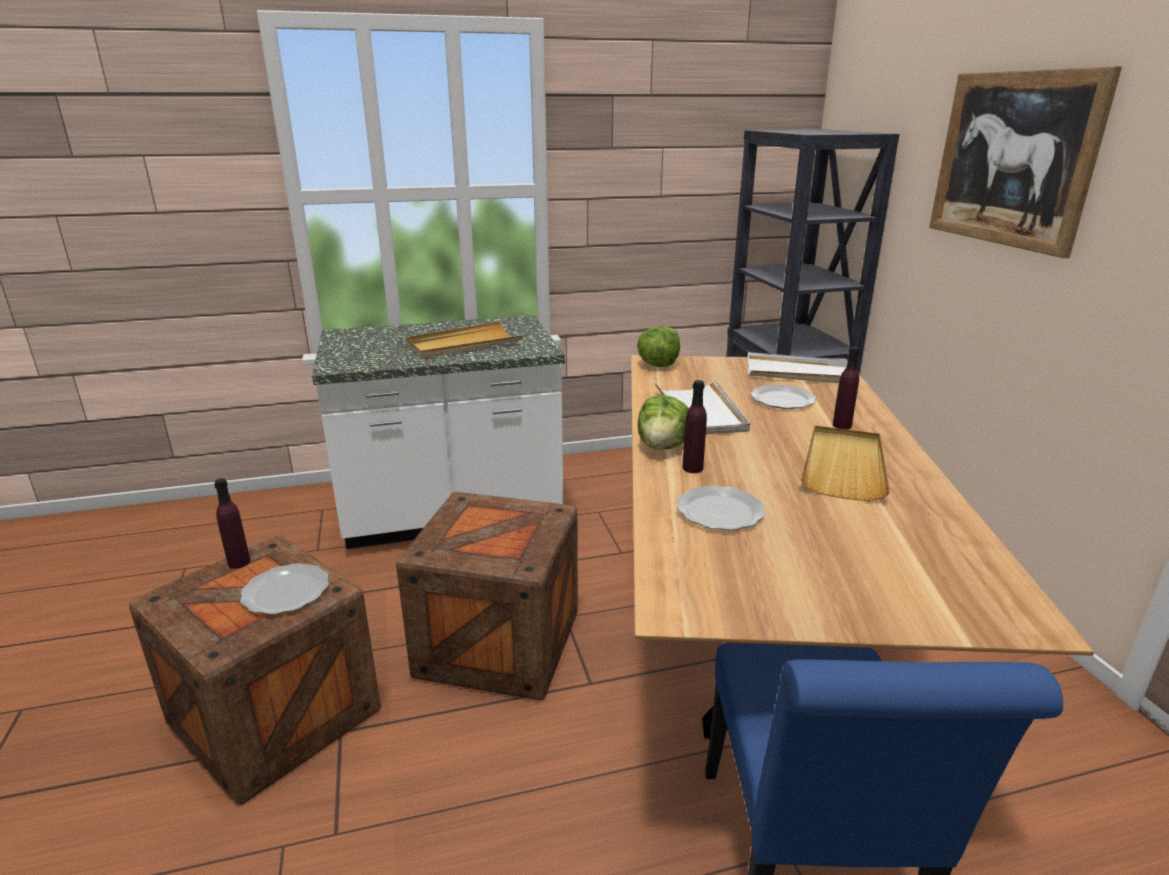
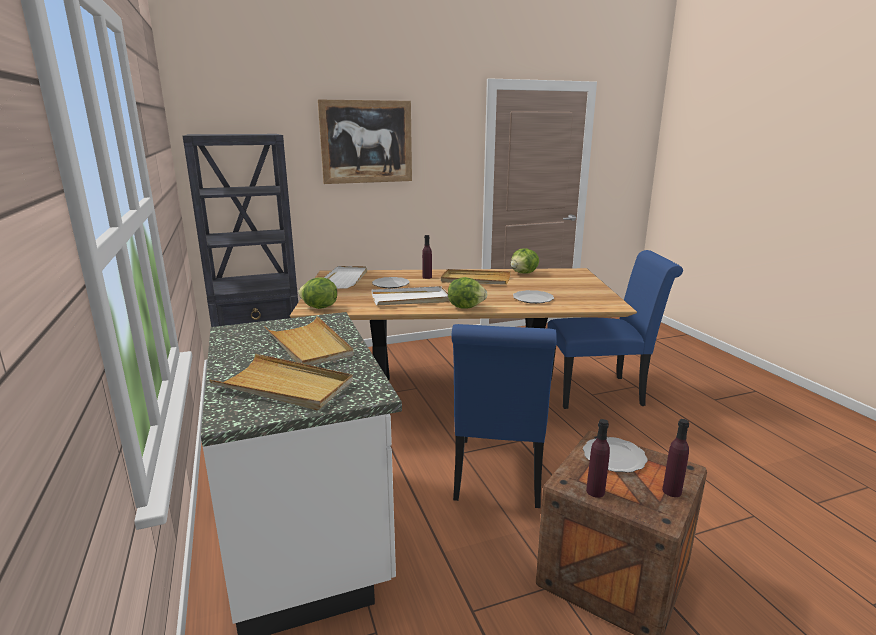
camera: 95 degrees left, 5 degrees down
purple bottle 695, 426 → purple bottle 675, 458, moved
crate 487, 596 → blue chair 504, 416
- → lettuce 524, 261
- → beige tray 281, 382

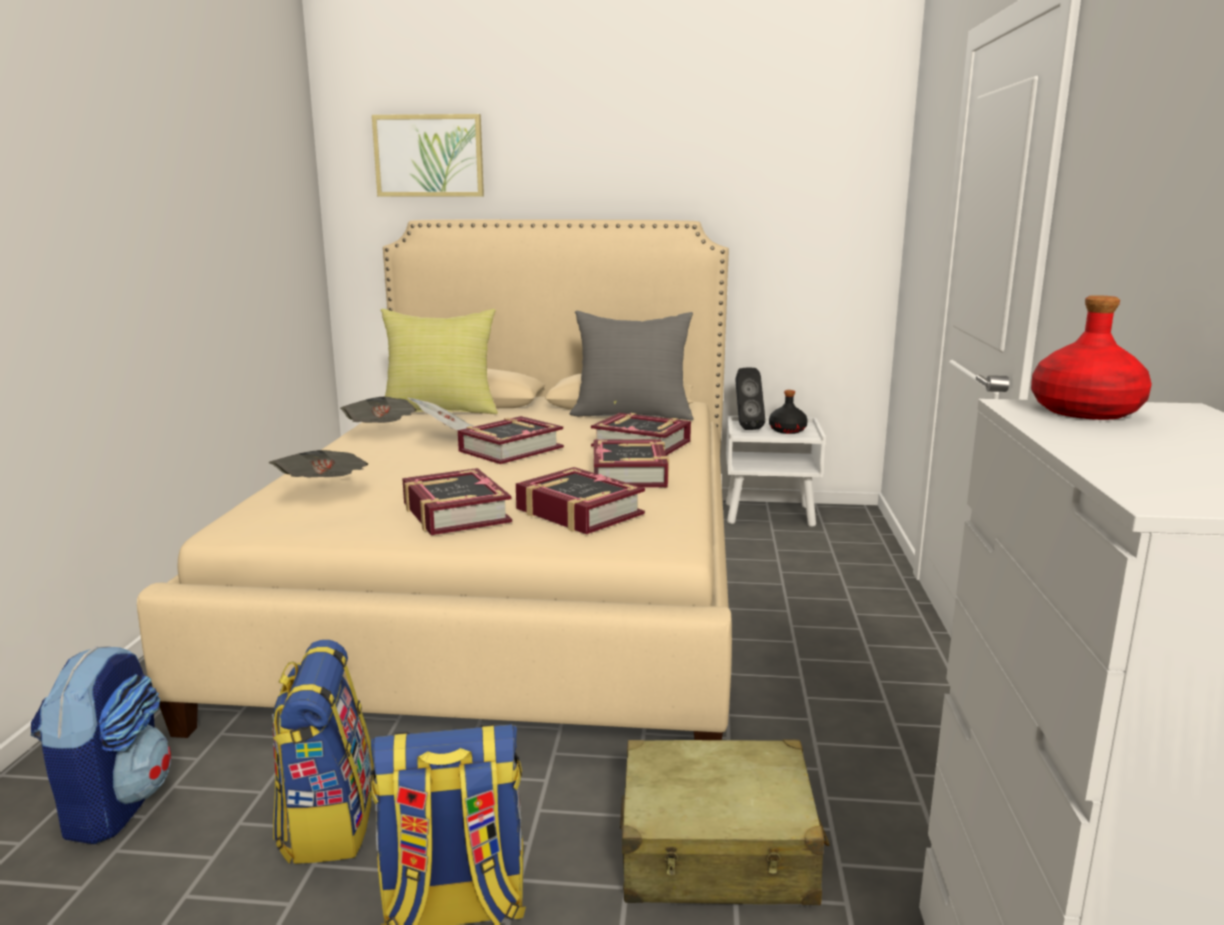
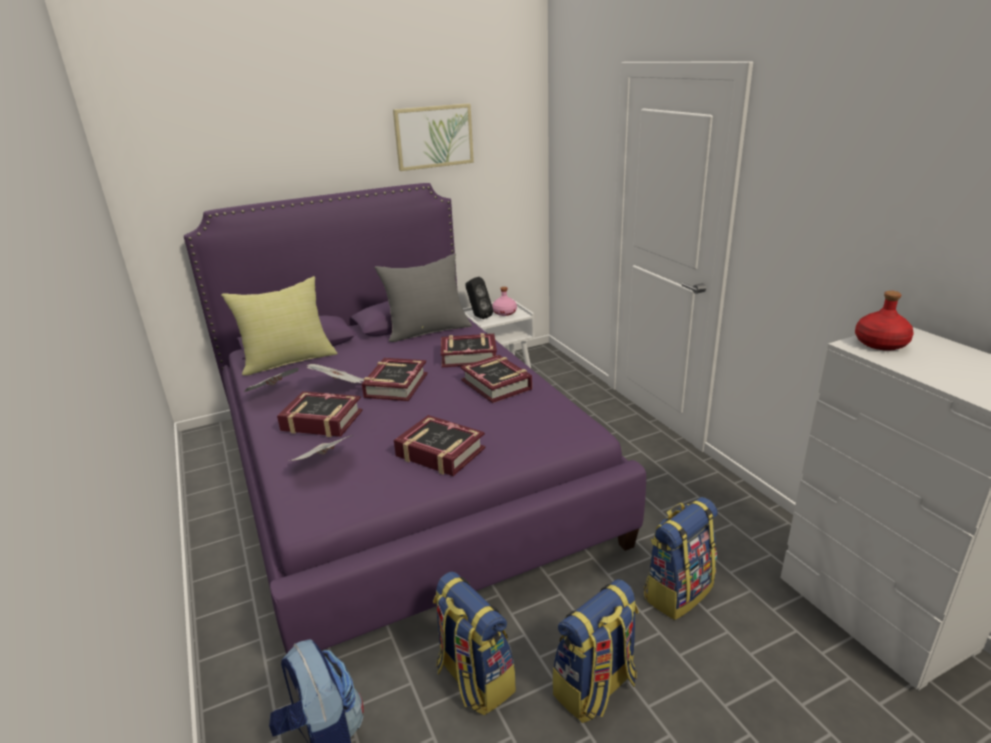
camera: 30 degrees left, 10 degrees up
picture 428, 155 → picture 433, 137, moved
beige bed 434, 479 → purple bed 415, 418
black bottle 788, 412 → pink bottle 504, 301
book 580, 500 → book 320, 414, moved
beige suitcase 725, 822 → backpack 680, 558

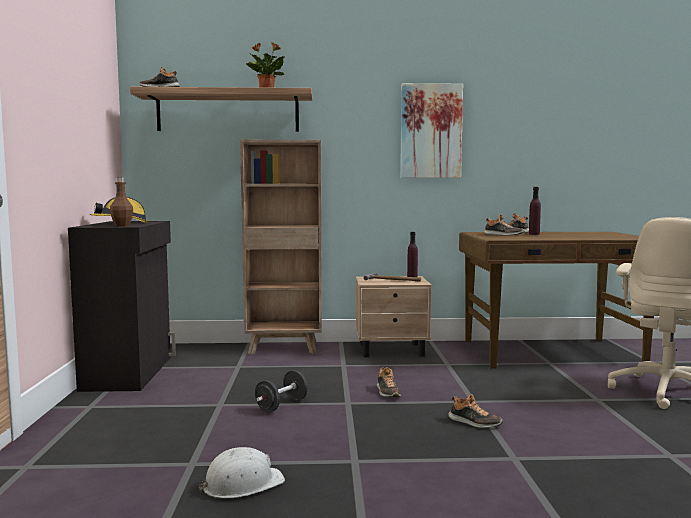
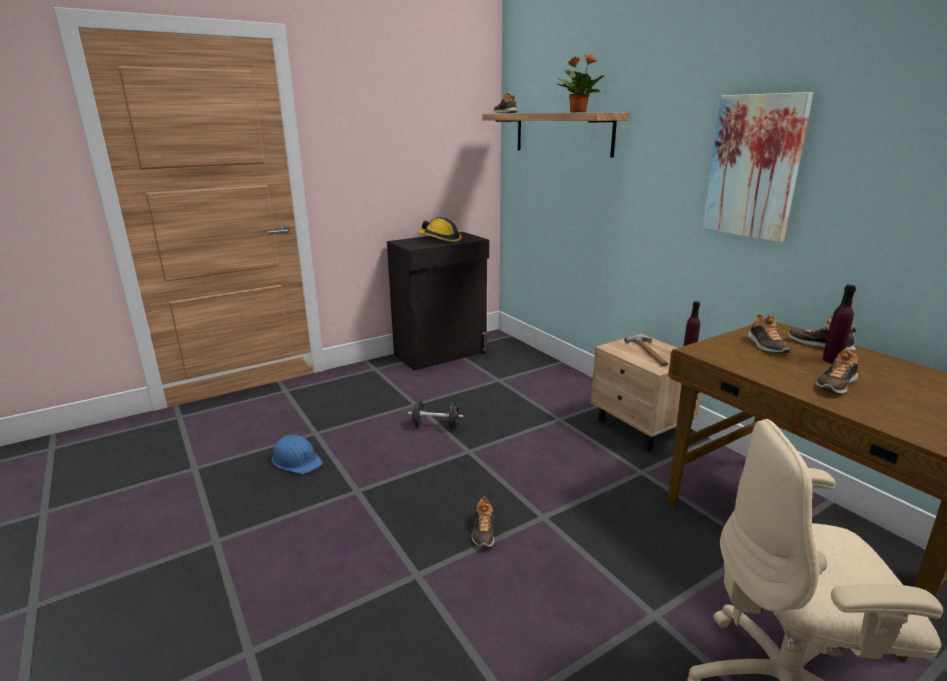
camera: 60 degrees right, 15 degrees up
brown bookcase 281, 247 → -
brown bottle 121, 202 → -
shoe 389, 382 → shoe 837, 371, moved
white hard hat 242, 473 → blue hard hat 297, 454

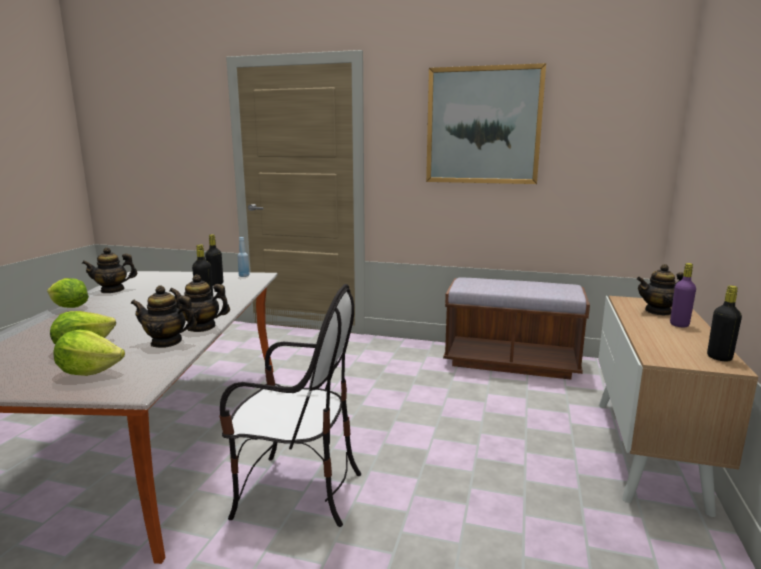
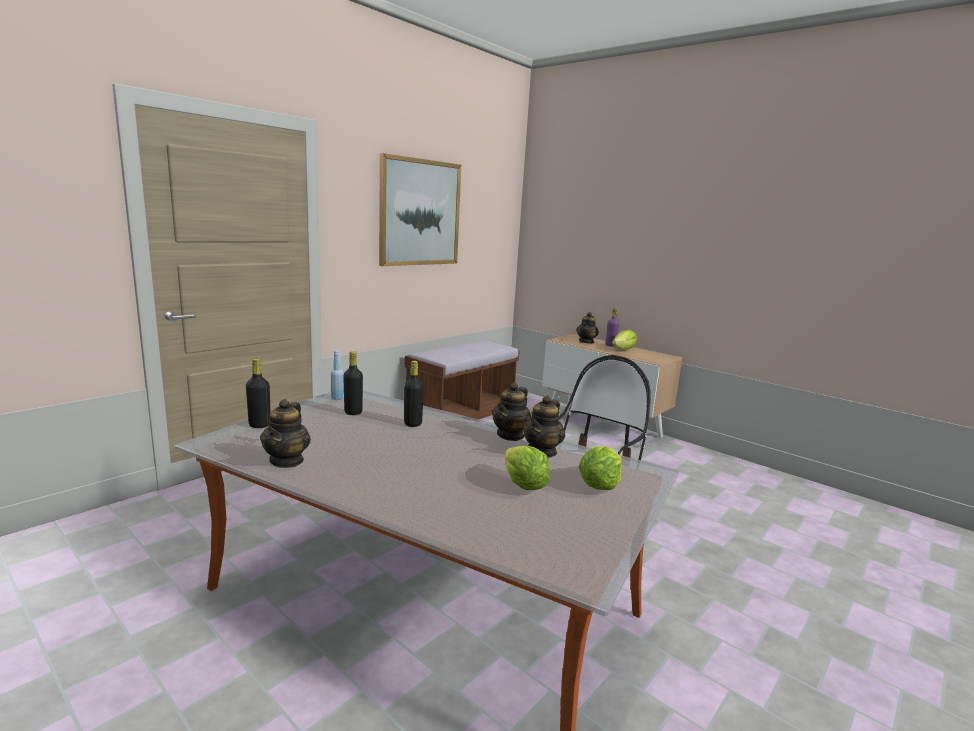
camera: 65 degrees left, 0 degrees up
lettuce 68, 293 → lettuce 624, 340, moved
black bottle 724, 323 → black bottle 258, 393, moved

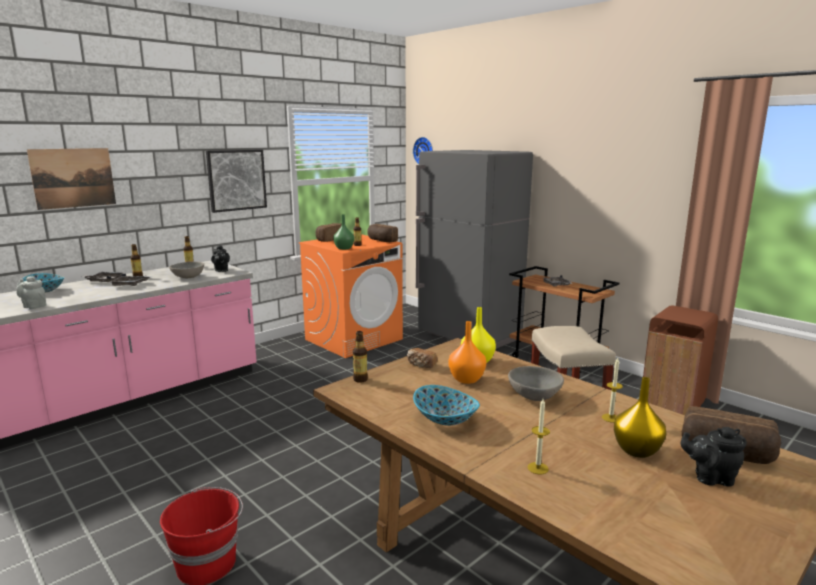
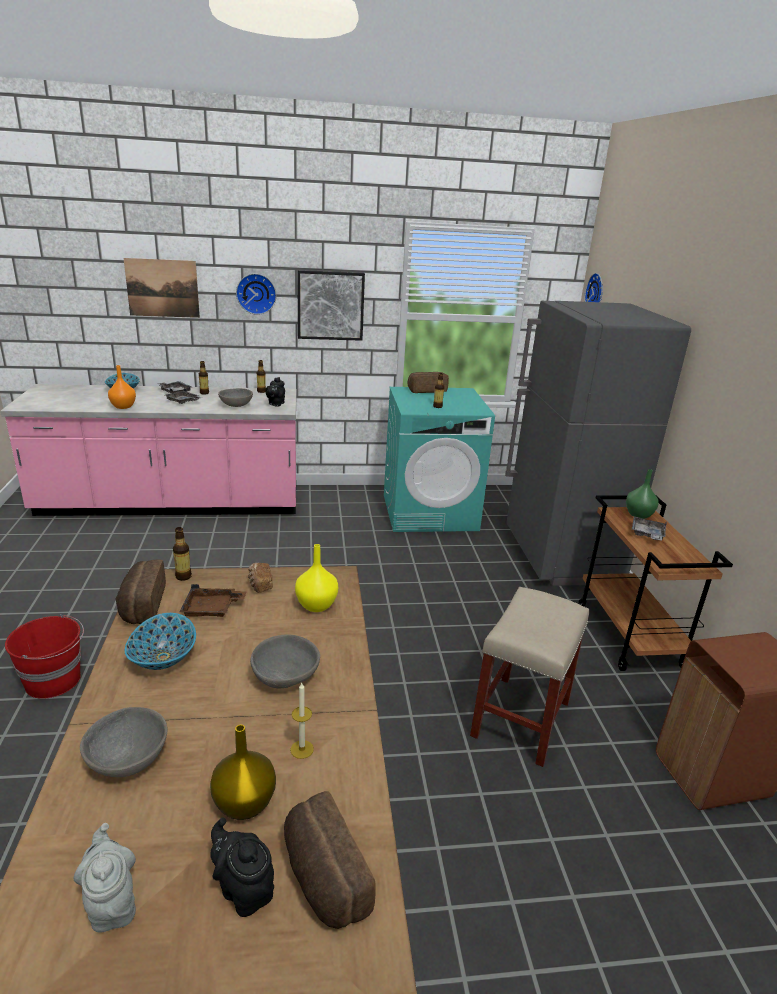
camera: 35 degrees right, 10 degrees up
green vase 344, 232 → green vase 642, 494, moved
bread 382, 233 → bread 141, 592, moved
orange washing machine 351, 296 → turquoise washing machine 439, 459
grey teapot 31, 292 → grey teapot 105, 877, moved
orange vase 467, 352 → orange vase 122, 387, moved
candle 539, 436 → grey bowl 124, 742
- → wall clock 256, 294
- → brown tray 213, 600

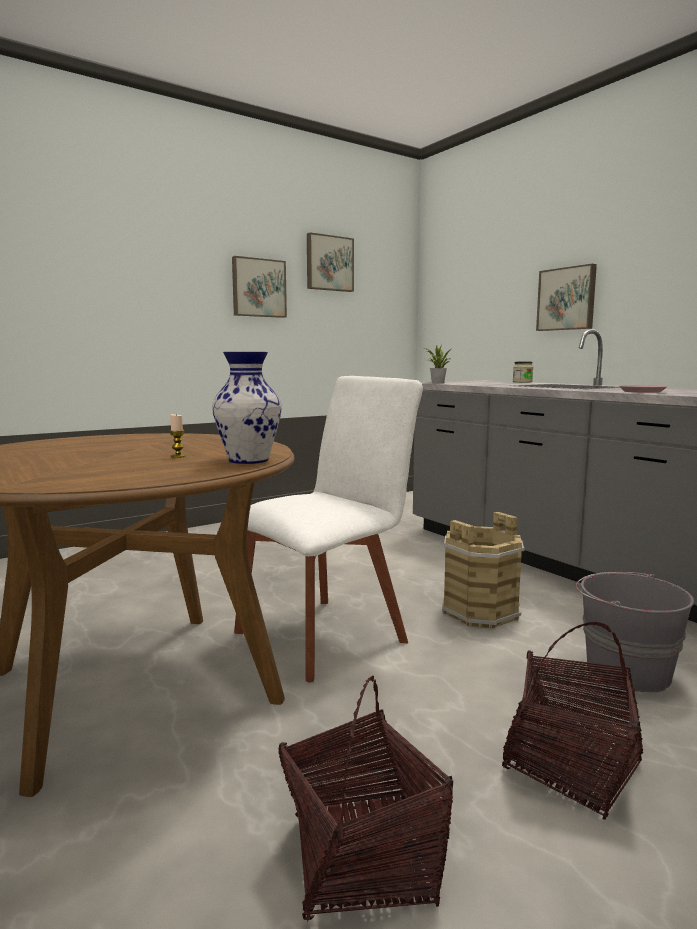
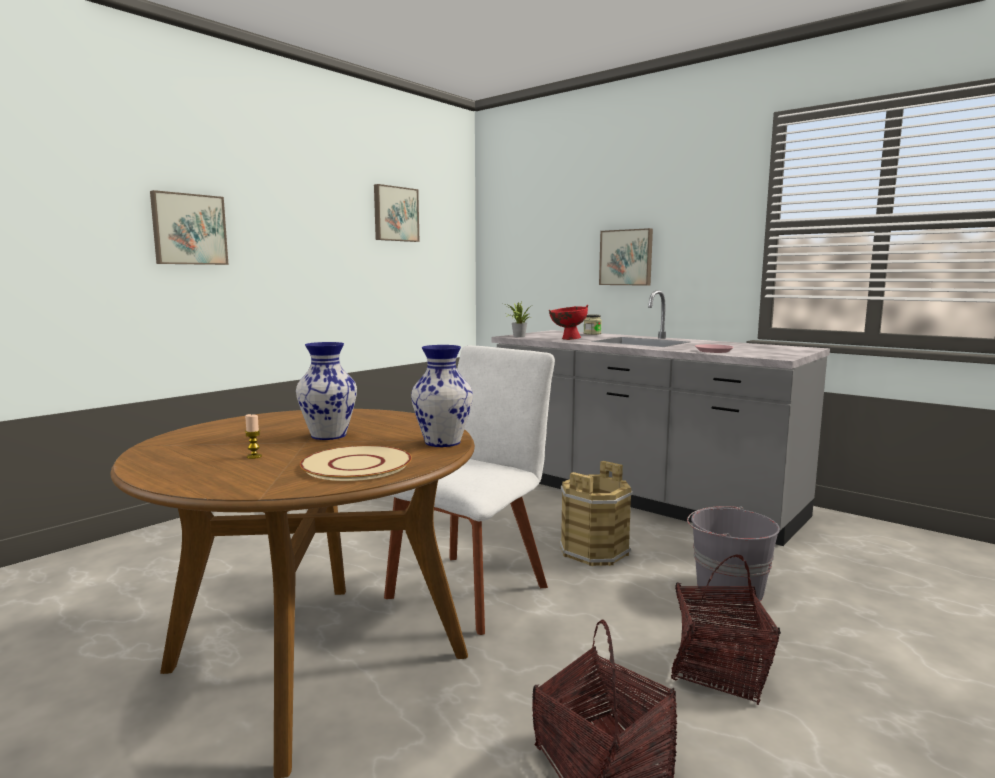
camera: 15 degrees left, 0 degrees up
picture 259, 287 → picture 189, 227, moved
candle 177, 436 → candle 253, 436, moved
- → red bowl 568, 322
- → vase 326, 391
- → beige plate 356, 463

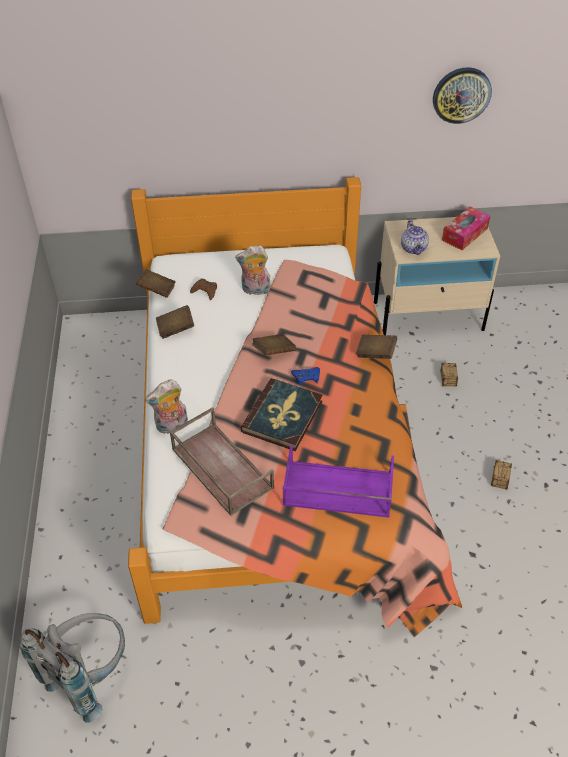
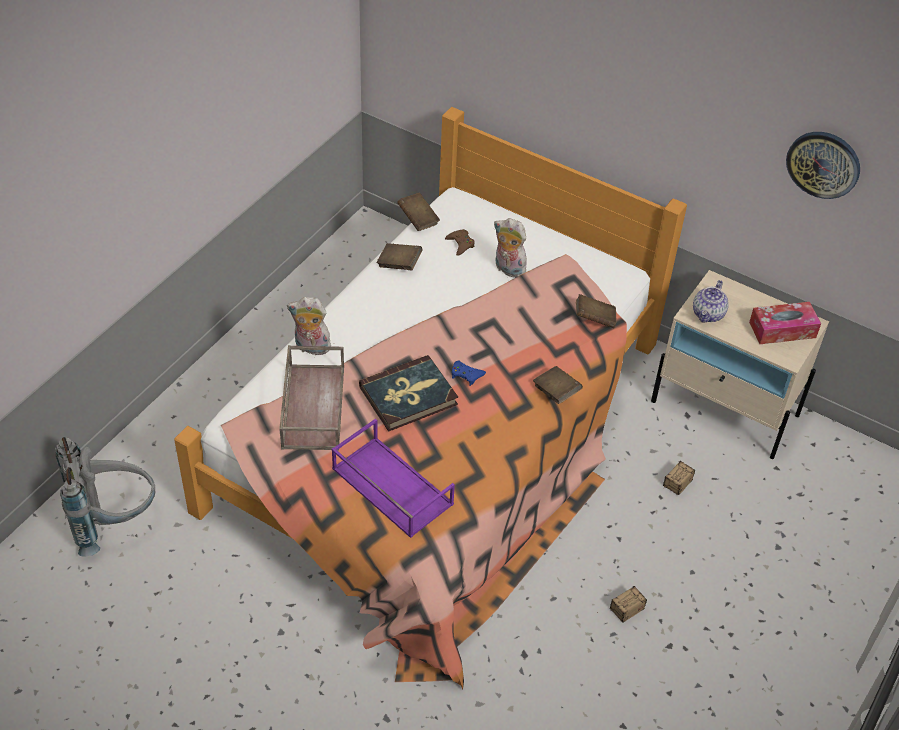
camera: 35 degrees right, 0 degrees up
brown book 274, 345 → brown book 596, 311, moved

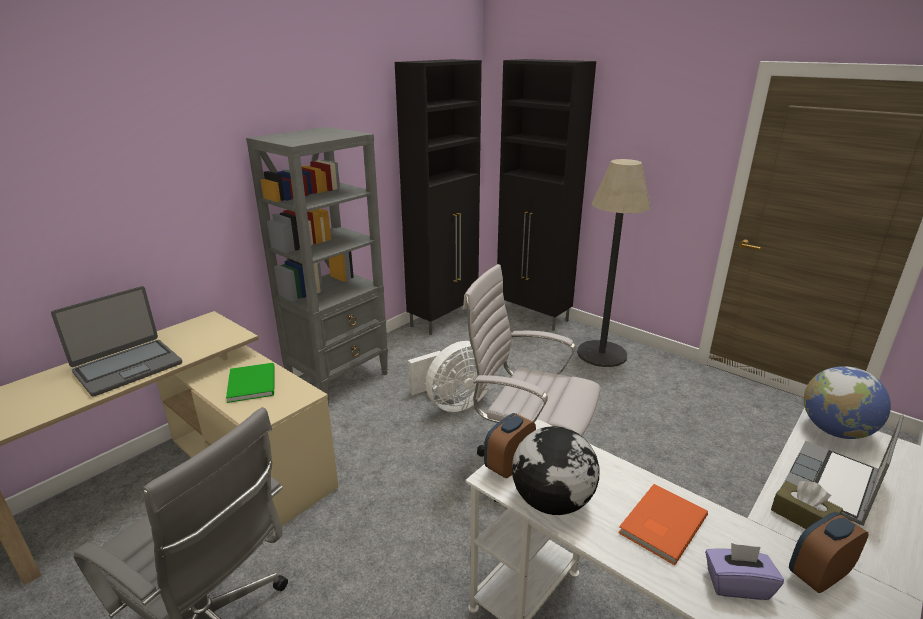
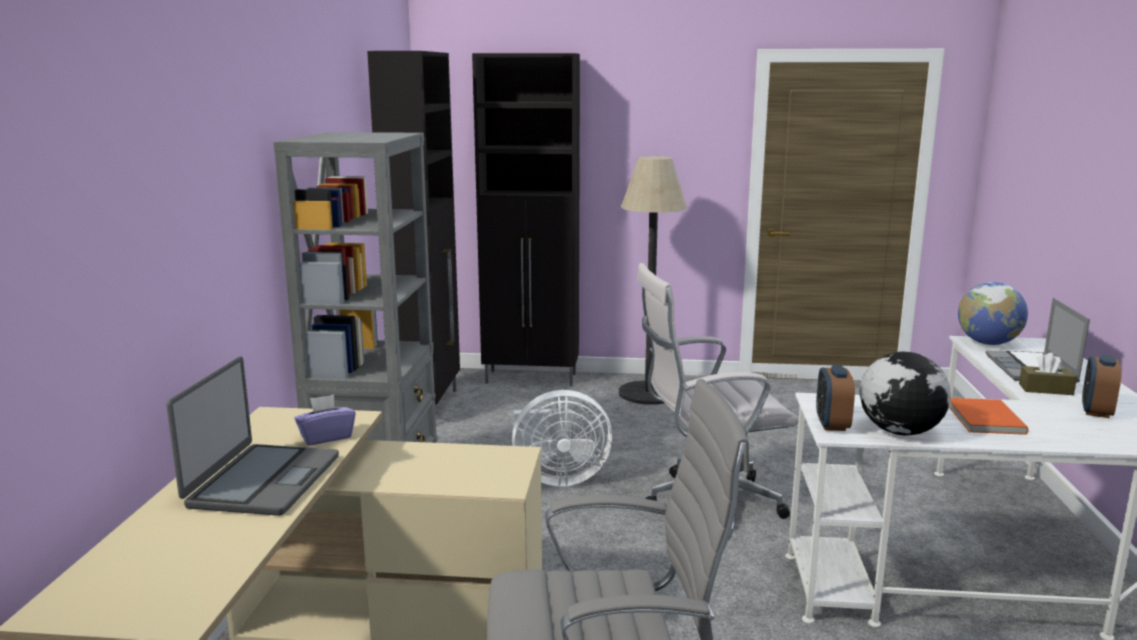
camera: 35 degrees left, 10 degrees down
white fan 451, 376 → white fan 562, 438, 60 degrees clockwise
green book 250, 383 → -
purple tissue box 744, 571 → purple tissue box 325, 420, moved

